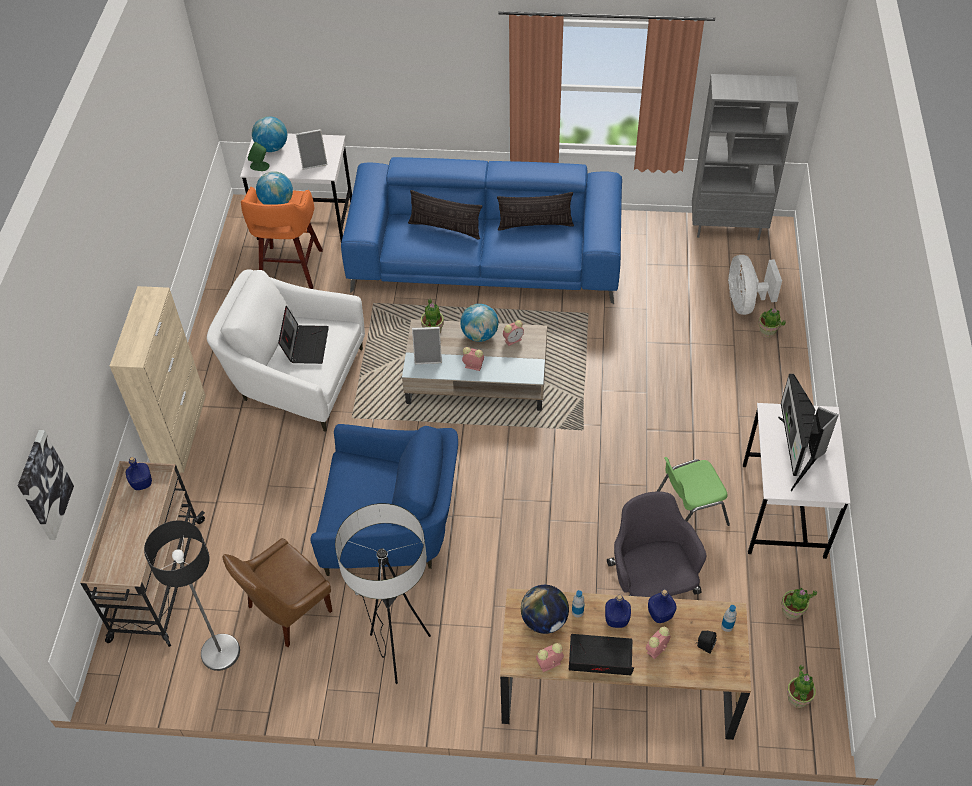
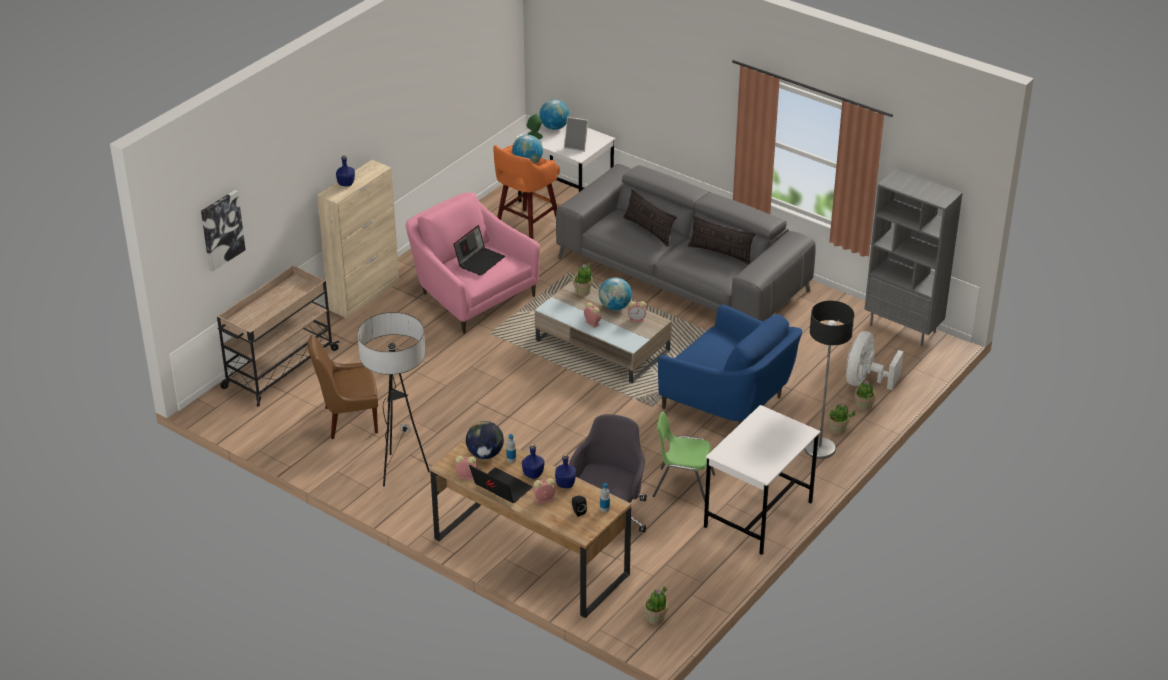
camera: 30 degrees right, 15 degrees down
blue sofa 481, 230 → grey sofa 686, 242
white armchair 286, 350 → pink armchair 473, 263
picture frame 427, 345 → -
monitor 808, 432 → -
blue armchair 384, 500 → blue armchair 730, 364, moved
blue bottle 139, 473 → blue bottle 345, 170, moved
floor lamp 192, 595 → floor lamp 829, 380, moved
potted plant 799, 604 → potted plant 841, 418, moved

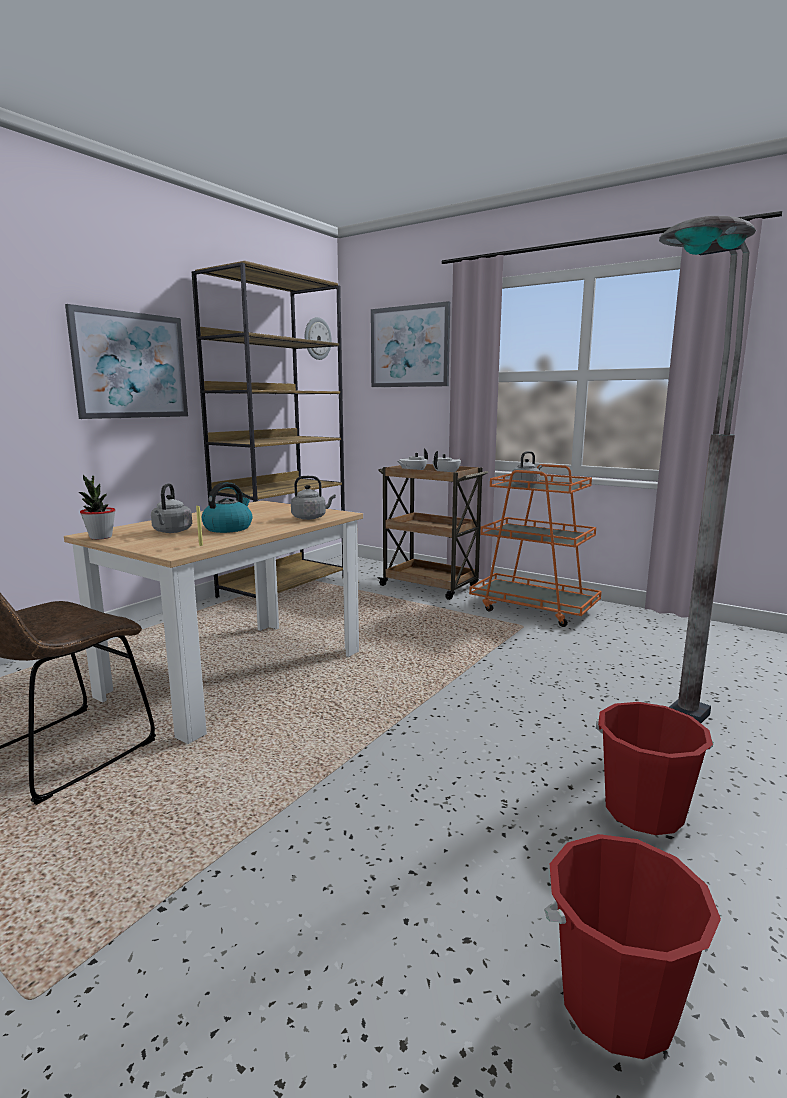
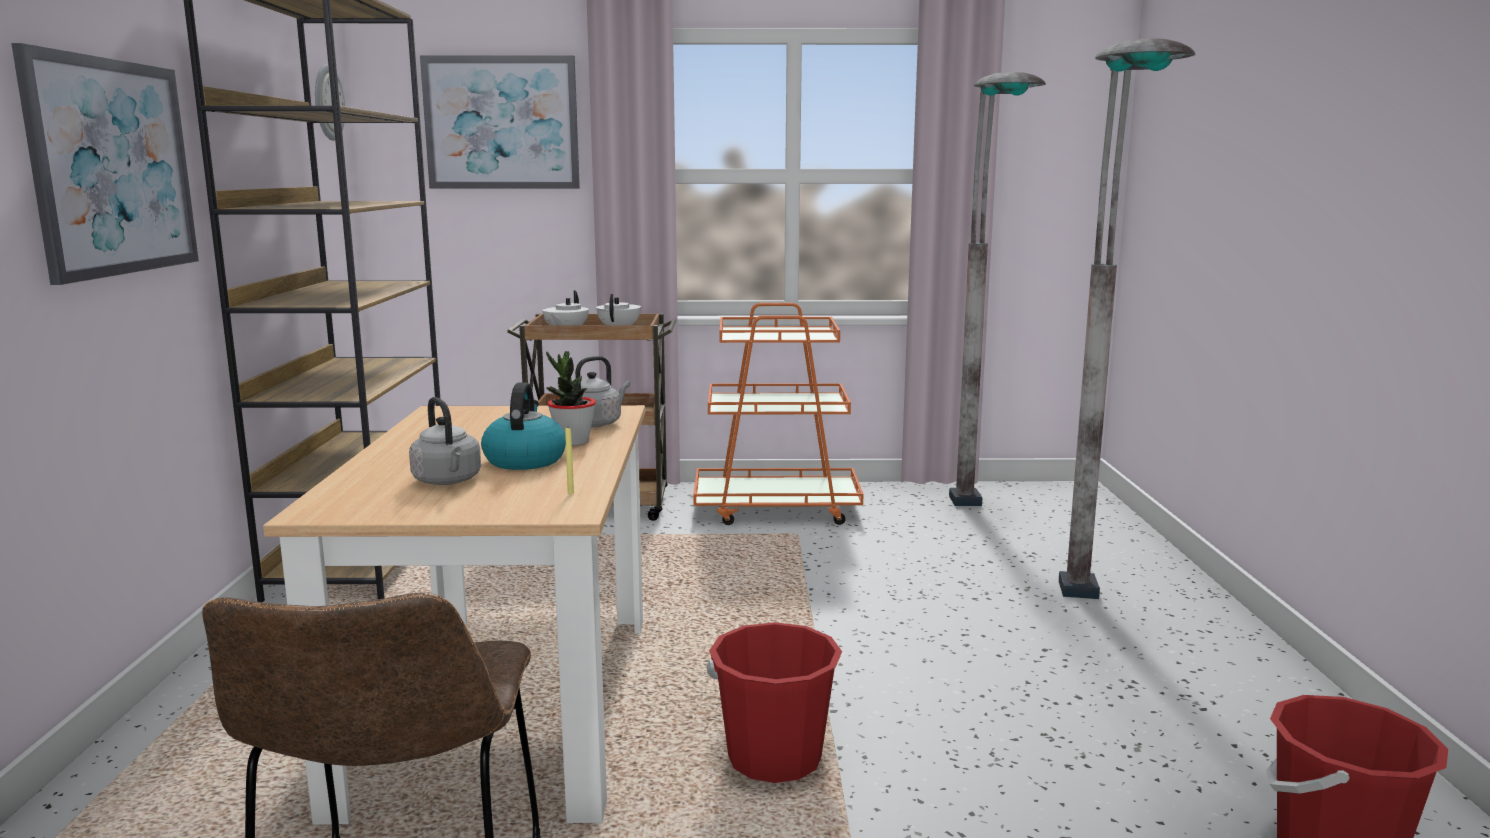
camera: 35 degrees left, 0 degrees up
grey kettle 527, 468 → -
potted plant 97, 507 → potted plant 571, 398, moved
red bucket 654, 768 → red bucket 774, 702, moved
- → grey floor lamp 997, 289

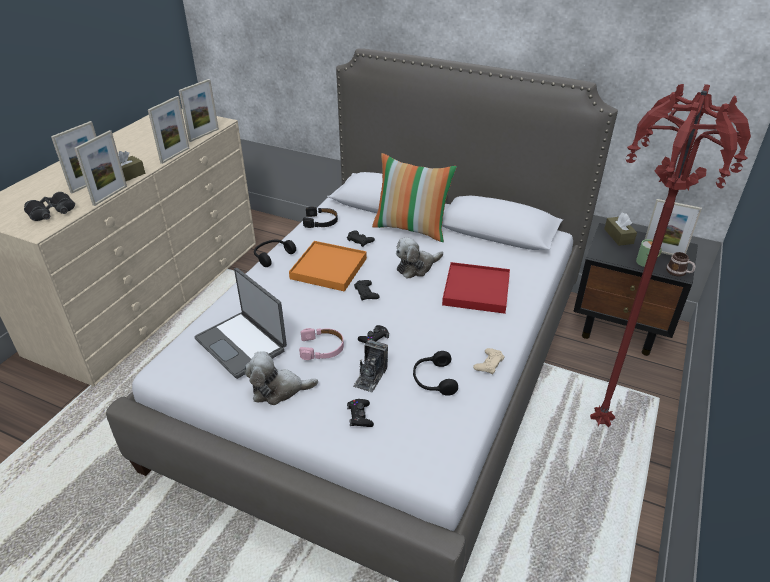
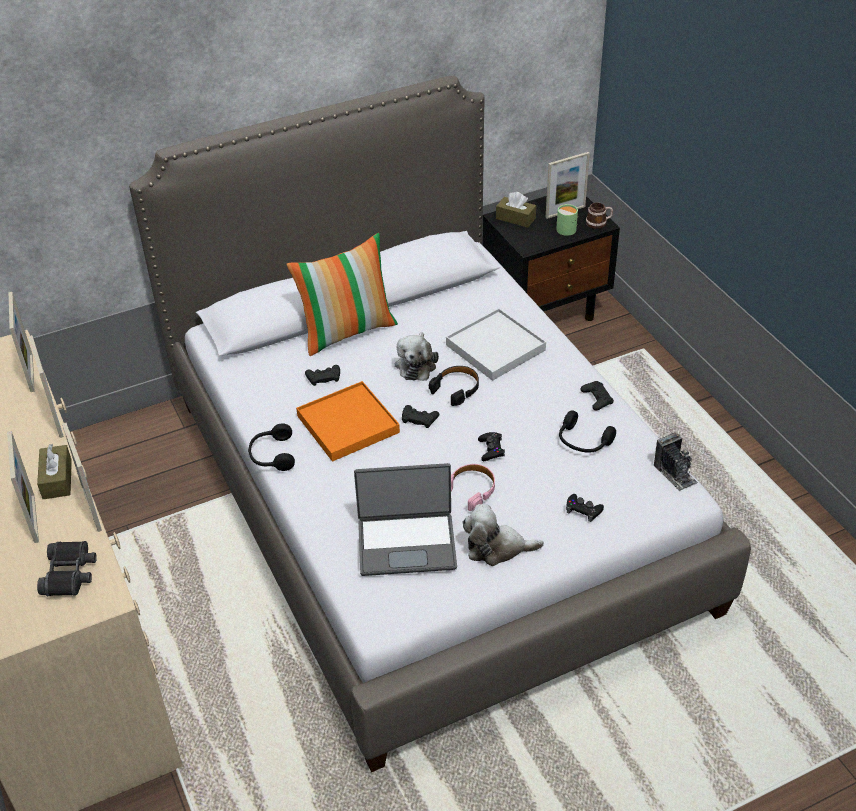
camera: 50 degrees left, 5 degrees up
red floor lamp 670, 255 → -
black headphones 320, 217 → black headphones 454, 386, moved
red tray 476, 288 → white tray 496, 344
photo camera 370, 366 → photo camera 676, 461, moved
beige game controller 489, 361 → black game controller 597, 396
plush toy 281, 378 → plush toy 503, 535, 60 degrees clockwise

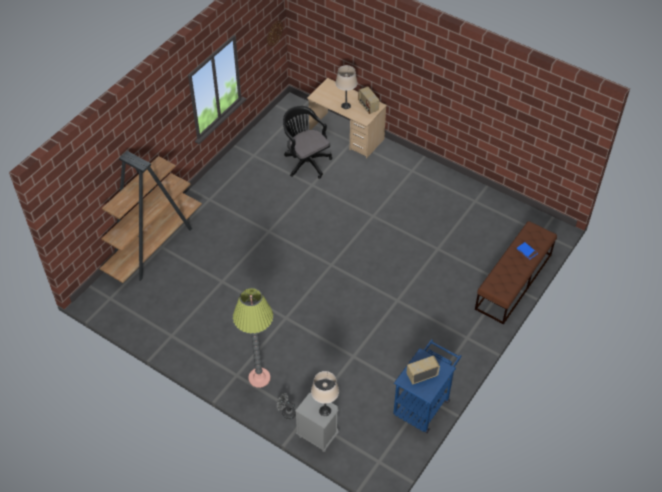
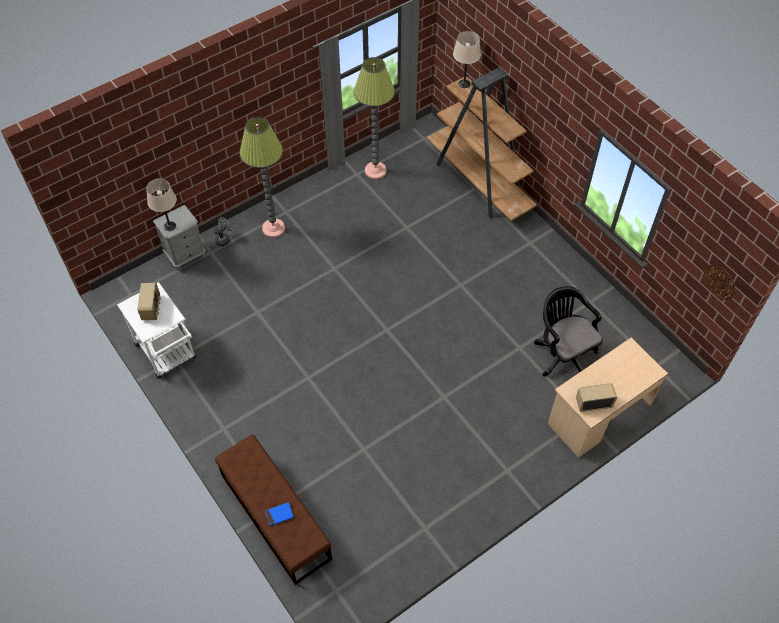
camera: 110 degrees right, 5 degrees up
beige table lamp 346, 87 → beige table lamp 467, 59, moved
black office chair 307, 142 → black office chair 568, 331, 105 degrees counterclockwise
blue cart 427, 386 → white cart 157, 330
- → floor lamp 374, 118

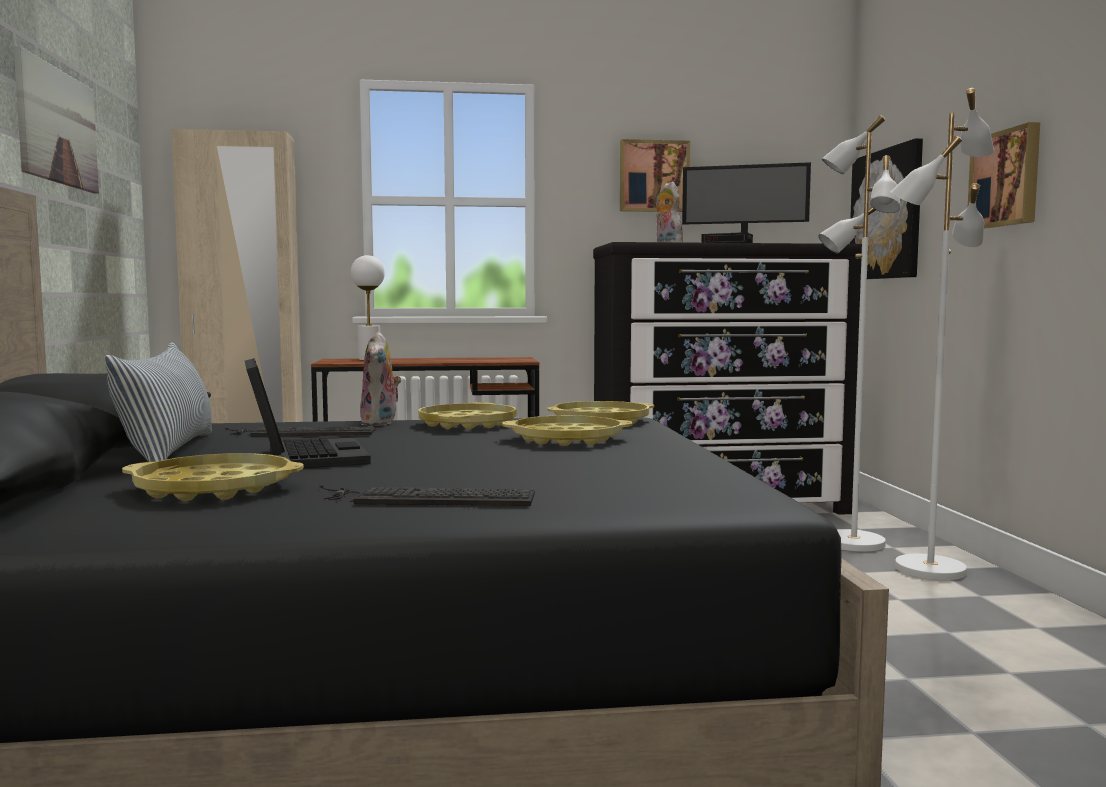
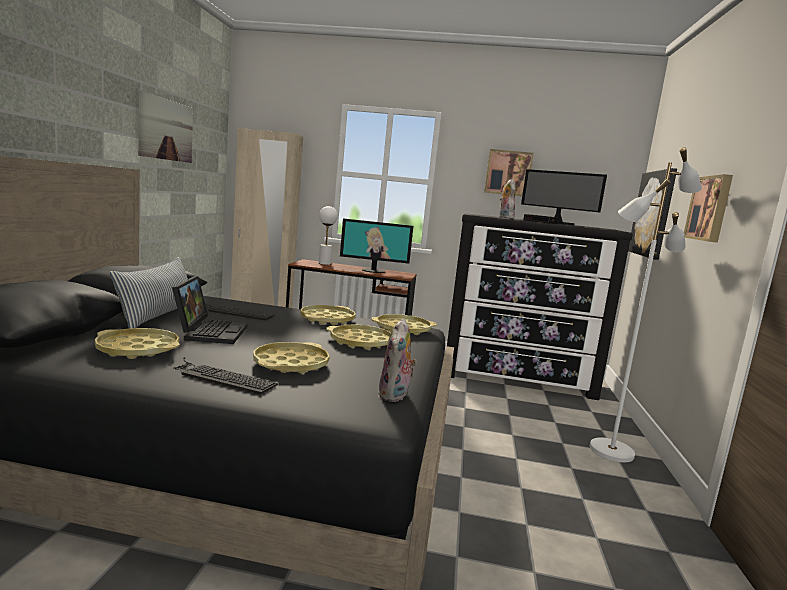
camera: 15 degrees right, 5 degrees up
white floor lamp 859, 333 → -
plush toy 380, 378 → plush toy 397, 360, moved
- → monitor 376, 245
- → yellow tray 291, 358

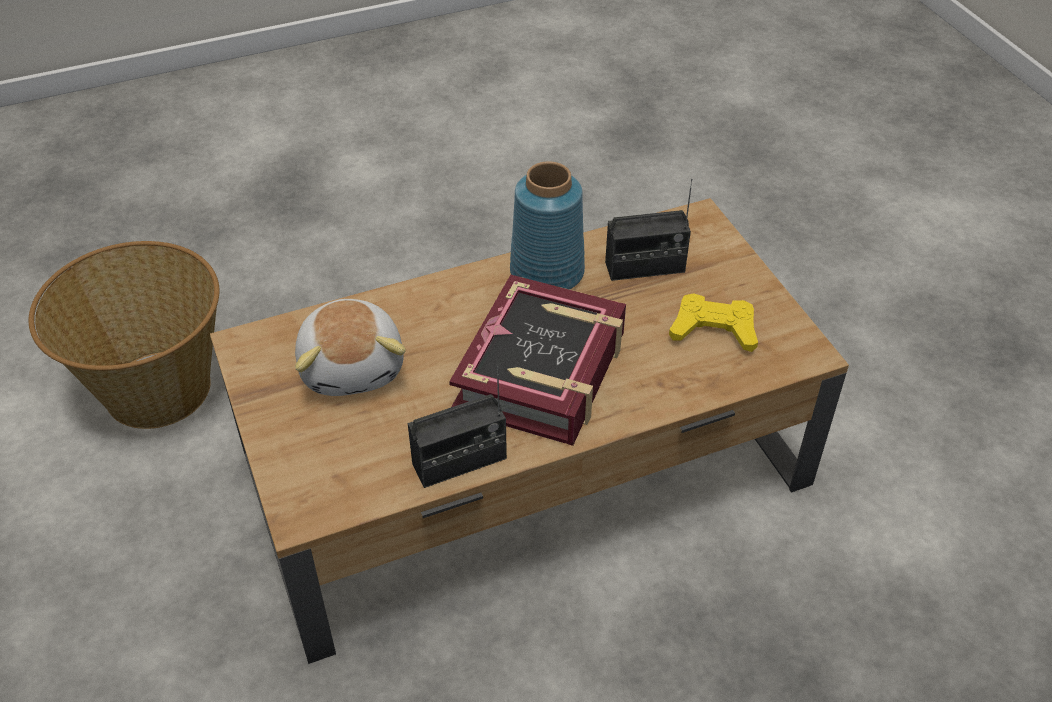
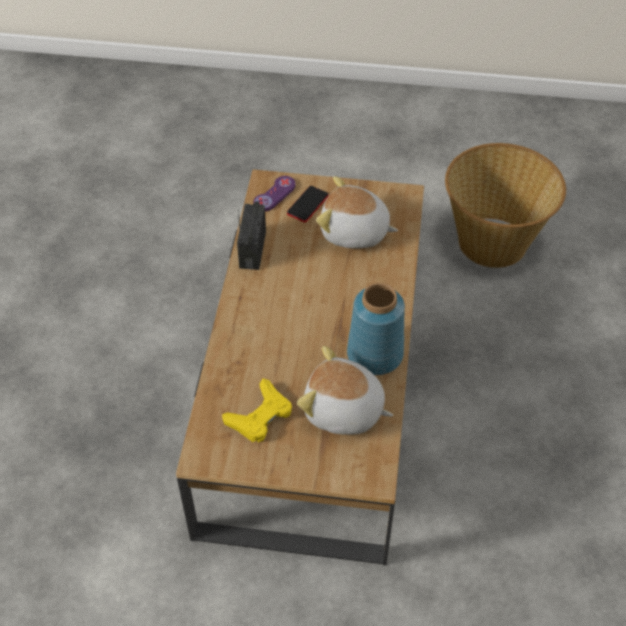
camera: 120 degrees right, 5 degrees up
radio 648, 230 → plush toy 345, 390
book 537, 360 → -
- → purple game controller 274, 193
- → phone 307, 204

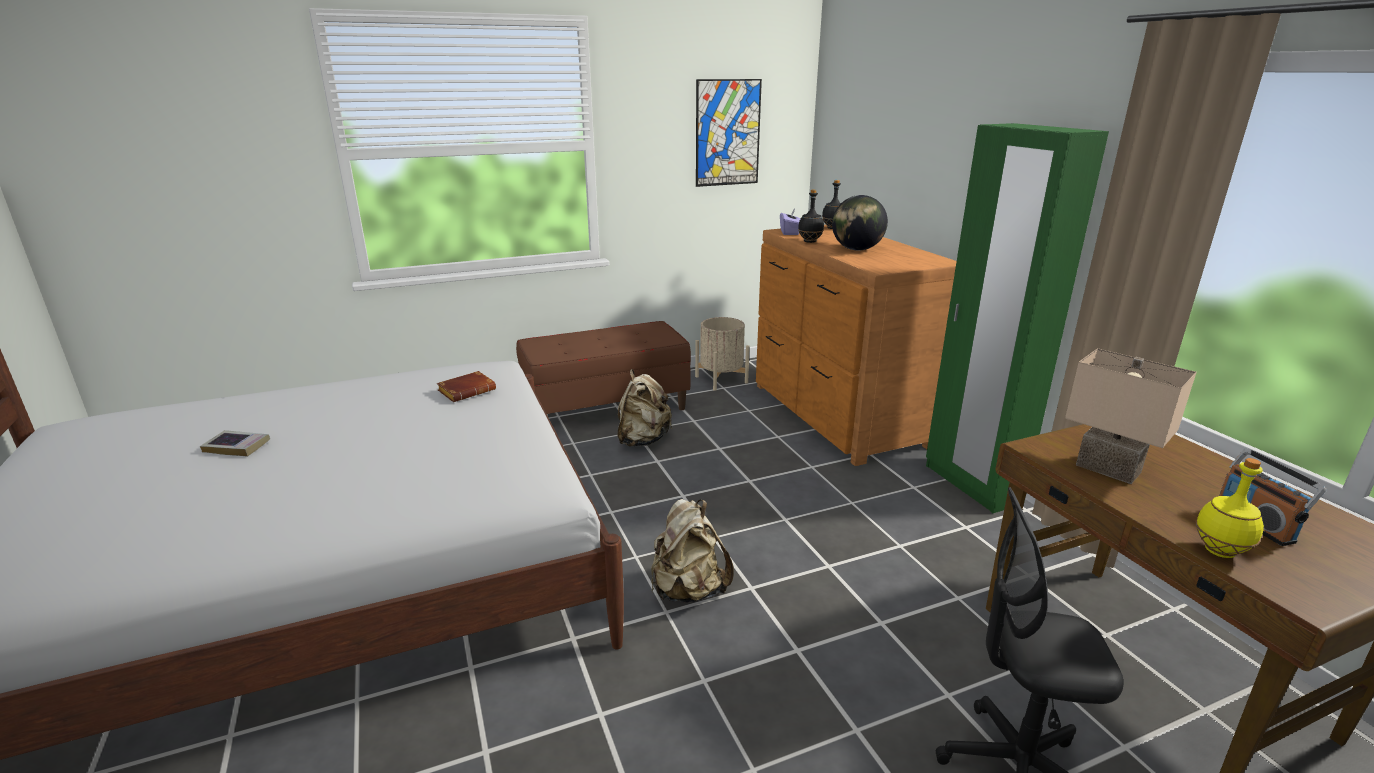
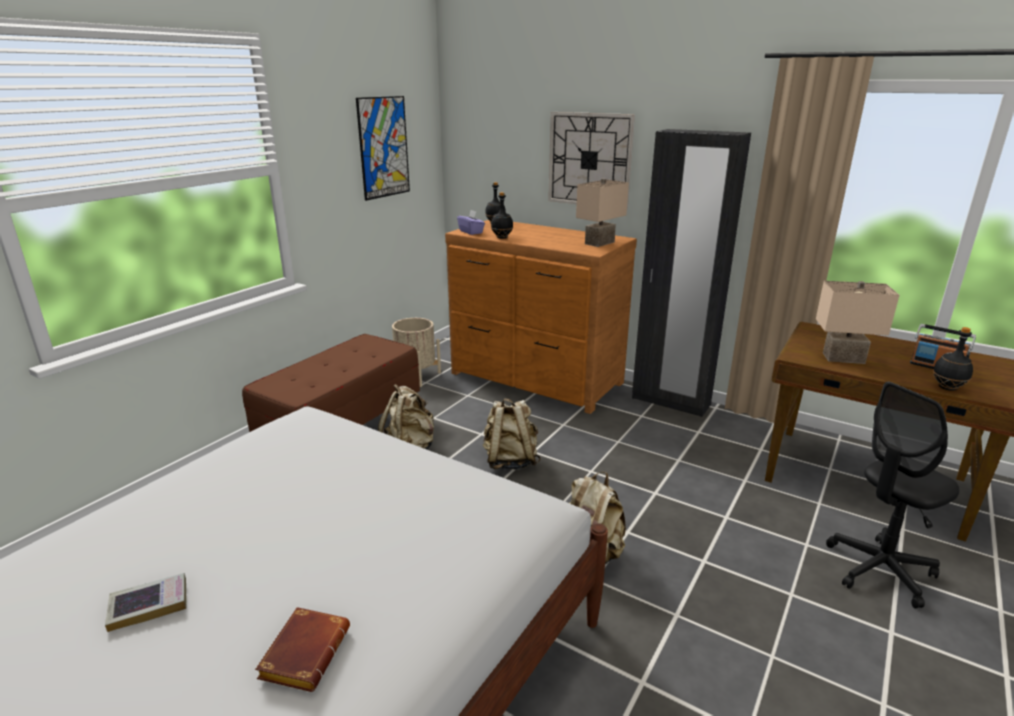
camera: 35 degrees left, 0 degrees up
green wardrobe 1017, 318 → black wardrobe 691, 273
globe 860, 222 → -
brown book 466, 386 → brown book 302, 649, moved
yellow bottle 1230, 508 → black bottle 953, 359
- → wall clock 591, 160
- → beige table lamp 602, 212
- → beige backpack 512, 434

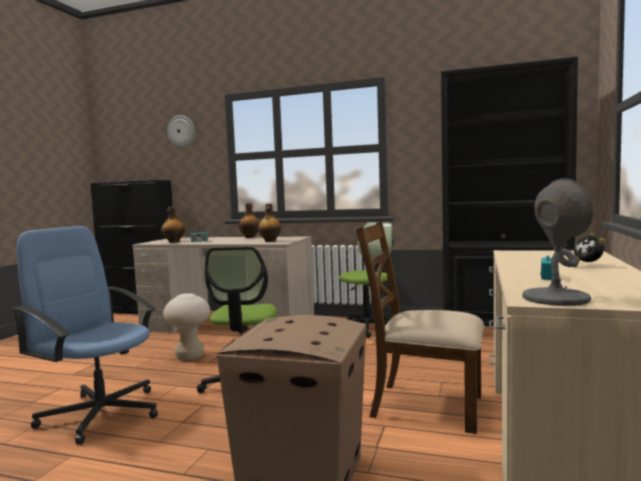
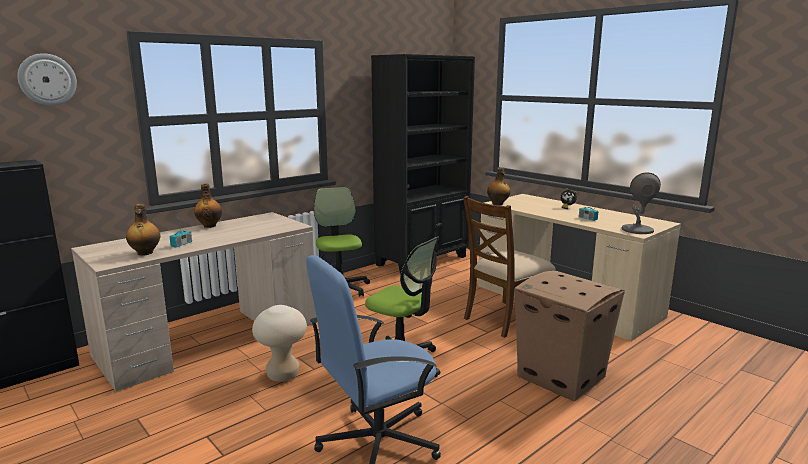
camera: 60 degrees left, 10 degrees up
bottle 270, 223 → bottle 499, 186, moved

